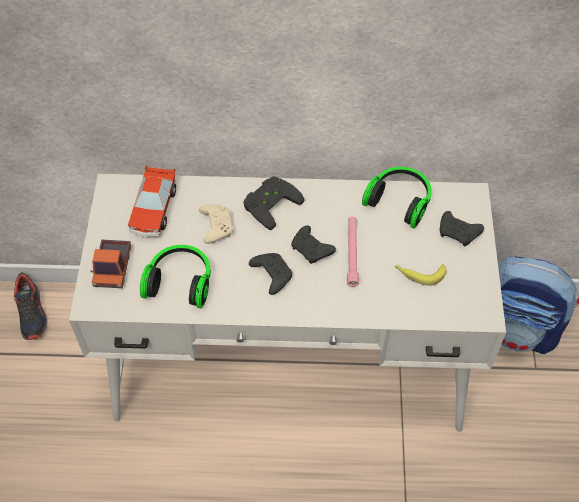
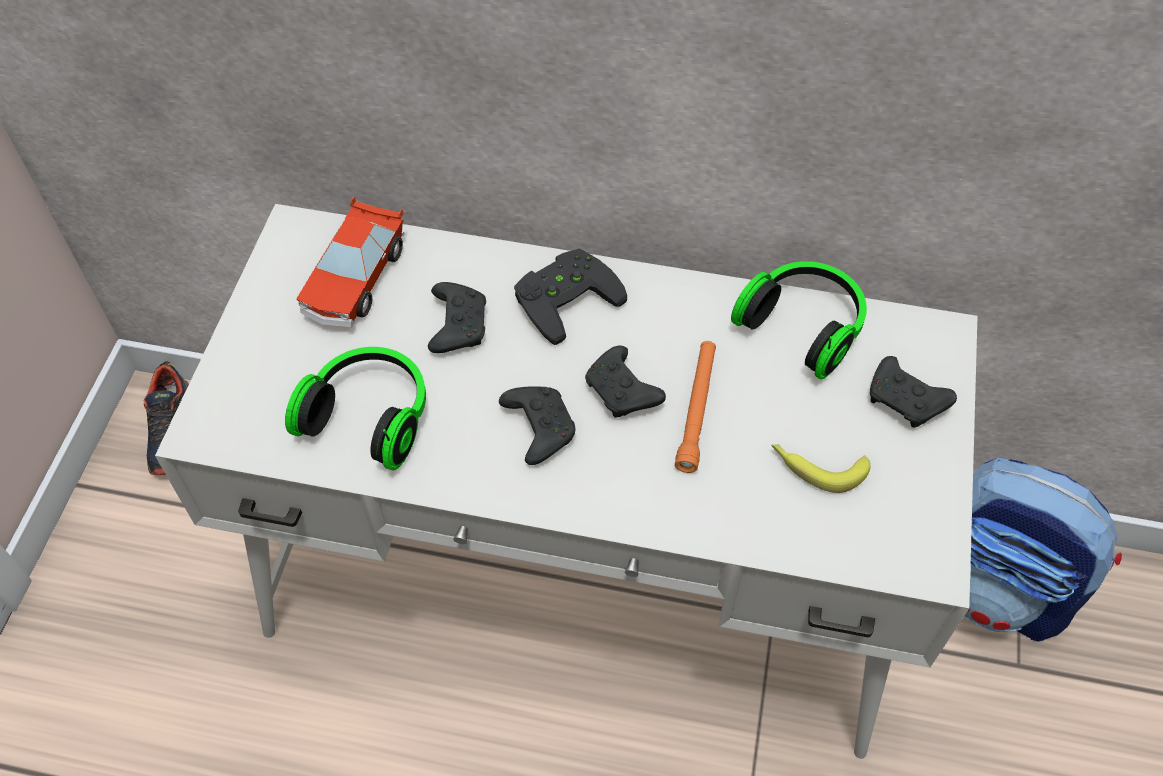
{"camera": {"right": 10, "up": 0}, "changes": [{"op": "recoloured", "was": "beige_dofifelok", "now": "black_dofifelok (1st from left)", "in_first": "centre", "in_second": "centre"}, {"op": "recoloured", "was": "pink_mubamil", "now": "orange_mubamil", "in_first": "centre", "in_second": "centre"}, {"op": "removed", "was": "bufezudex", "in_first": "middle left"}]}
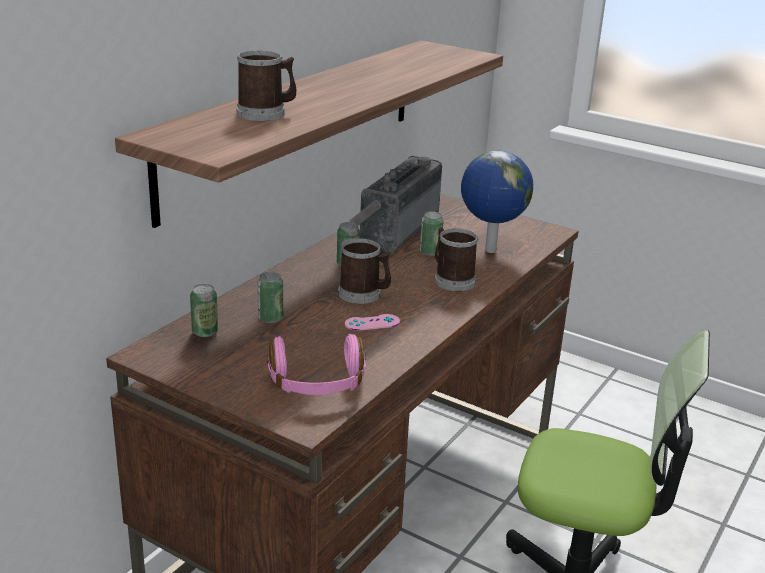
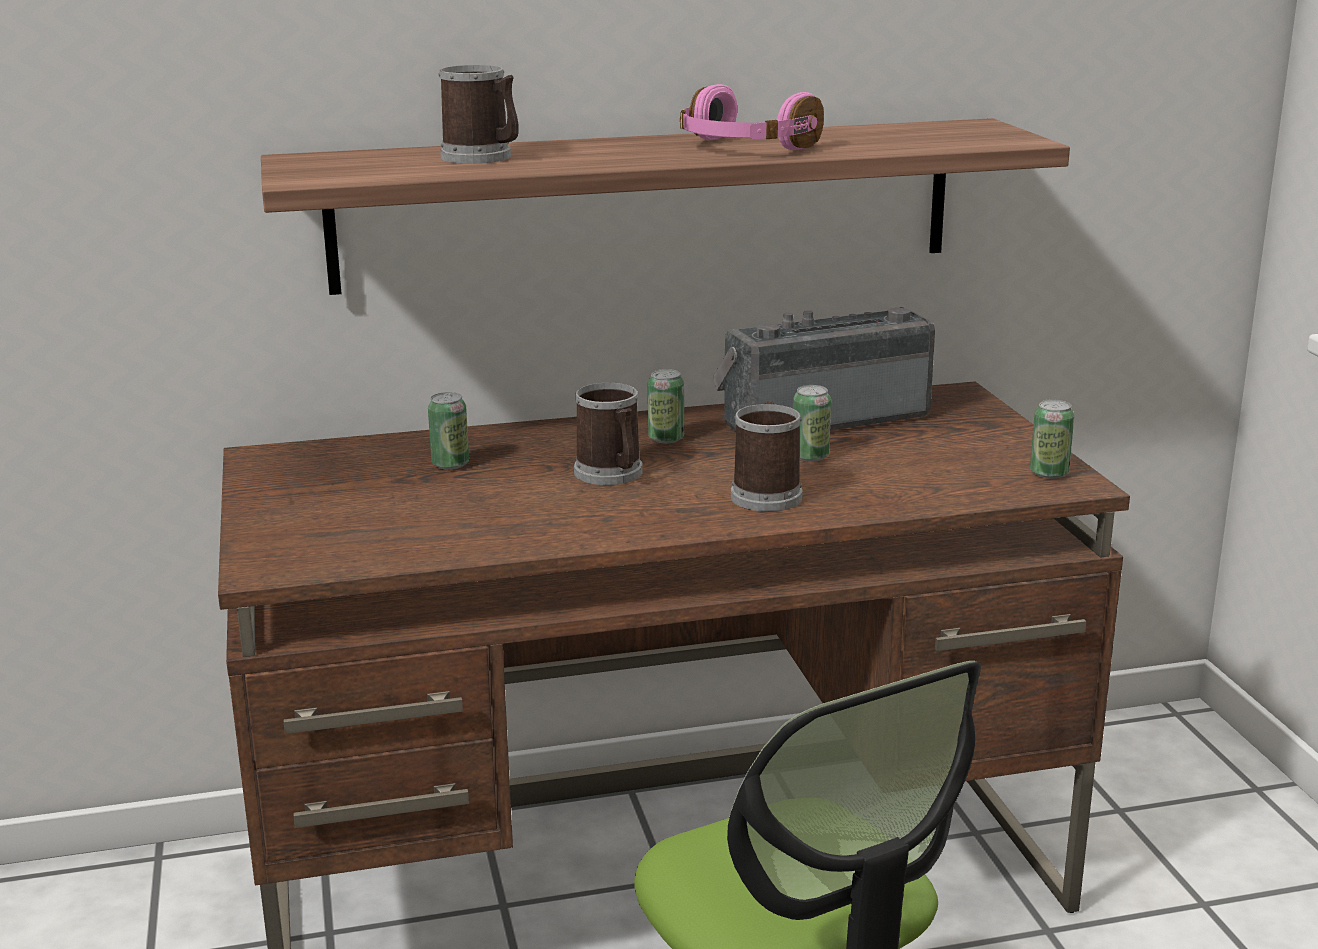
{"camera": {"right": 45, "up": -5}, "changes": [{"op": "removed", "was": "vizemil", "in_first": "centre"}, {"op": "moved", "was": "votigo (1st from left in the first image)", "now": "votigo (4th from left)", "in_first": "middle left", "in_second": "middle right"}, {"op": "removed", "was": "pink_dofifelok", "in_first": "centre"}, {"op": "moved", "was": "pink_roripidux", "in_first": "centre", "in_second": "top centre"}]}
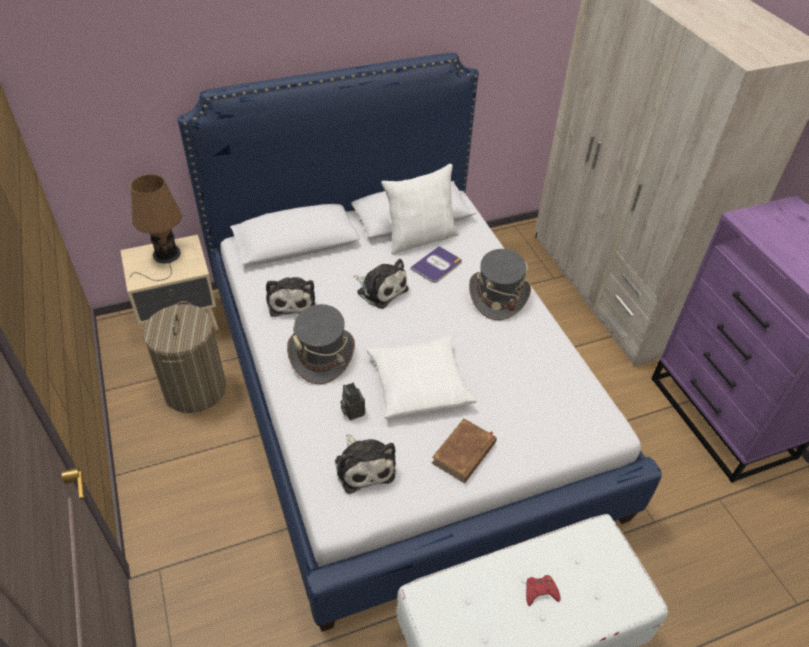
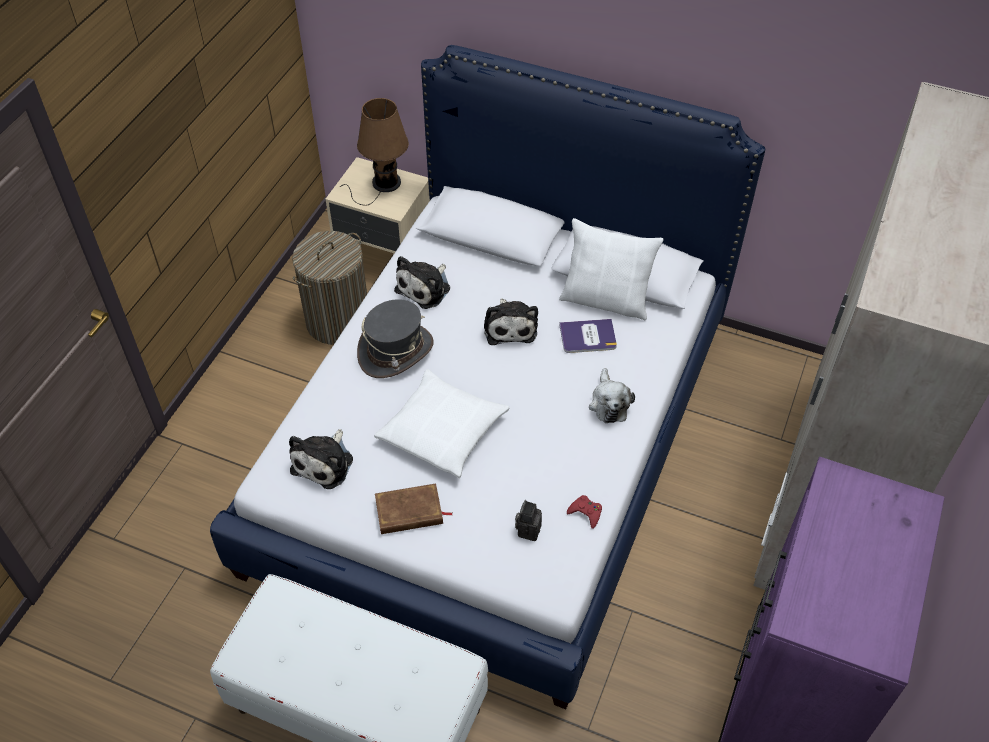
{"camera": {"right": 45, "up": 5}, "changes": [{"op": "replaced", "was": "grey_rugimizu (2nd from left)", "now": "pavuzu (4th from left)", "in_first": "centre", "in_second": "centre"}, {"op": "moved", "was": "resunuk", "in_first": "centre", "in_second": "bottom centre"}, {"op": "moved", "was": "red_dofifelok", "in_first": "bottom right", "in_second": "bottom centre"}]}
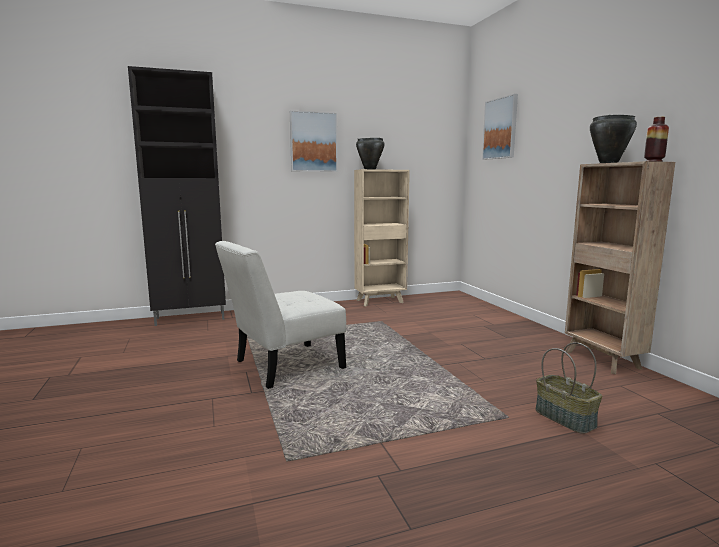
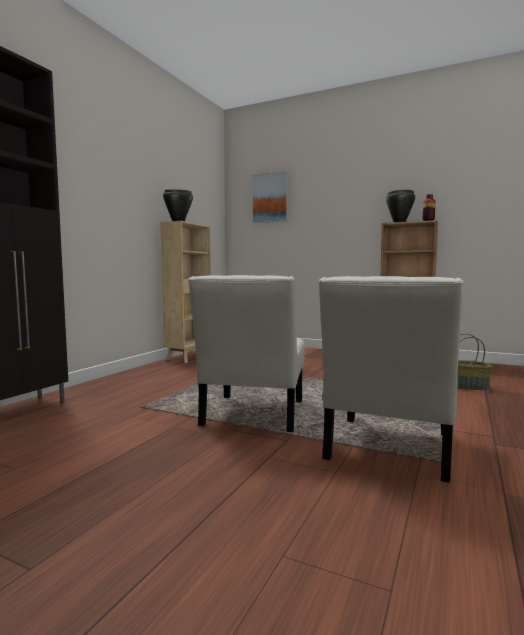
{"camera": {"right": -45, "up": -5}, "changes": [{"op": "removed", "was": "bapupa (1st from left)", "in_first": "top centre"}, {"op": "added", "now": "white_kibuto (2nd from left)", "in_second": "middle right"}]}
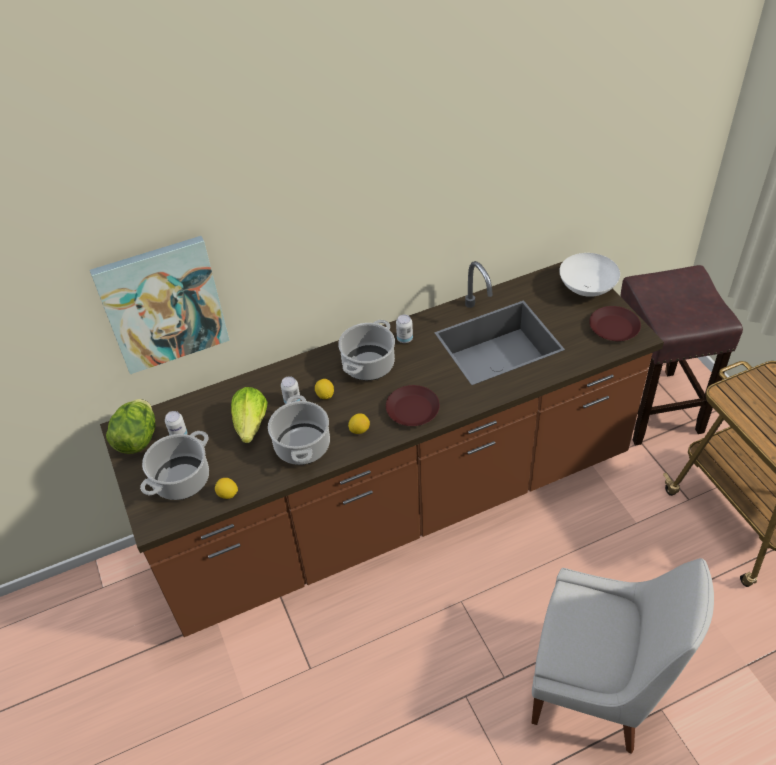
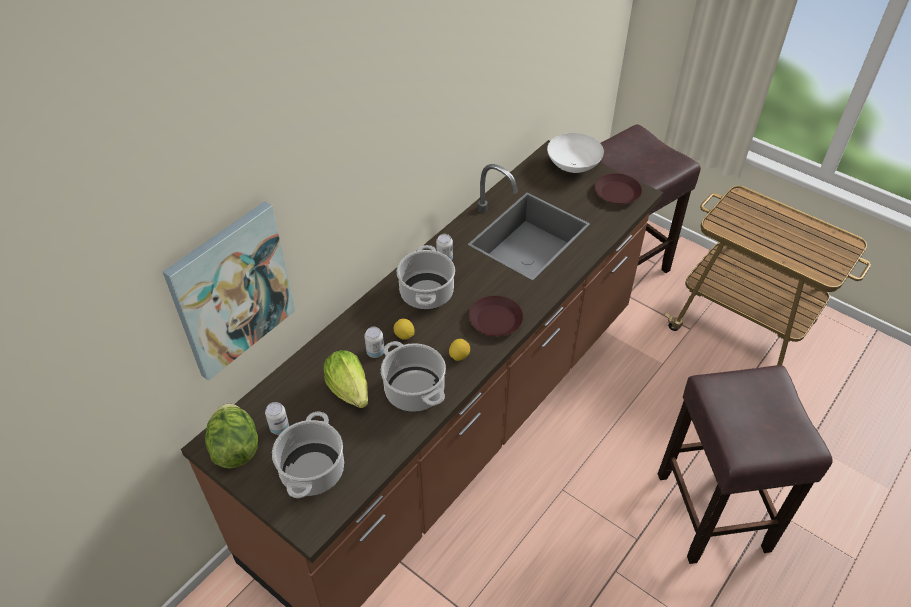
{"camera": {"right": -30, "up": 0}, "changes": [{"op": "removed", "was": "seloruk (1st from left)", "in_first": "middle left"}, {"op": "replaced", "was": "white_kibuto", "now": "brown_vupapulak (2nd from left)", "in_first": "bottom right", "in_second": "bottom right"}]}
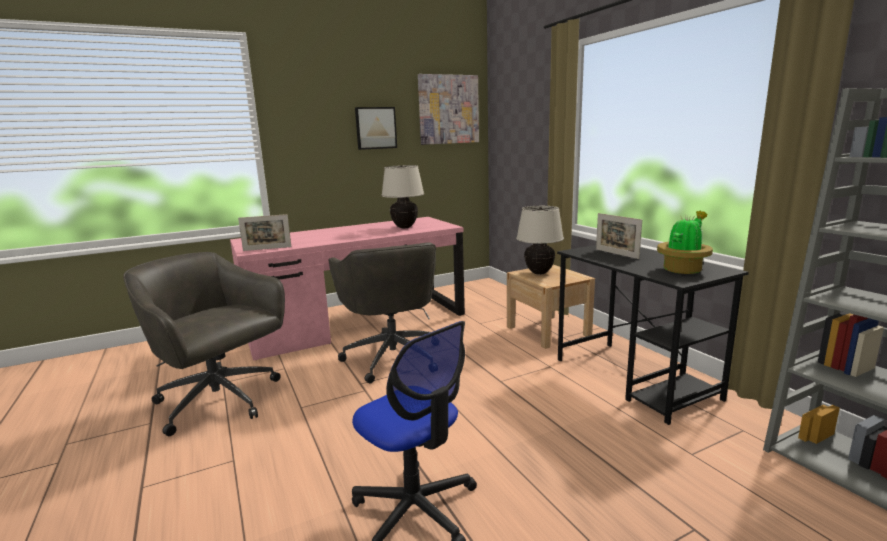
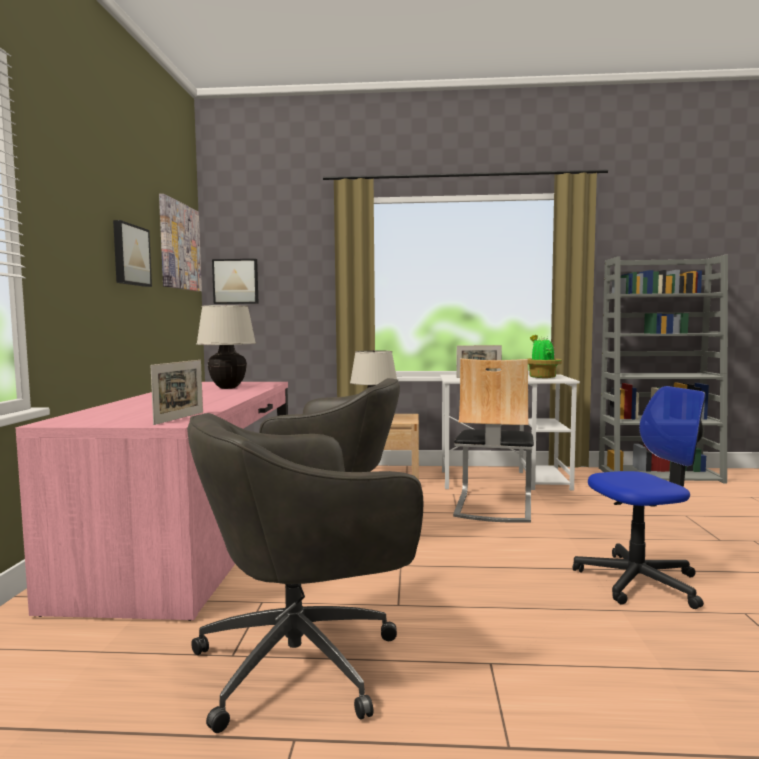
{"camera": {"right": -60, "up": -10}, "changes": [{"op": "recoloured", "was": "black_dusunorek", "now": "white_dusunorek", "in_first": "middle right", "in_second": "middle right"}, {"op": "added", "now": "bapupa (3rd from left)", "in_second": "middle left"}, {"op": "added", "now": "kibuto", "in_second": "centre"}]}
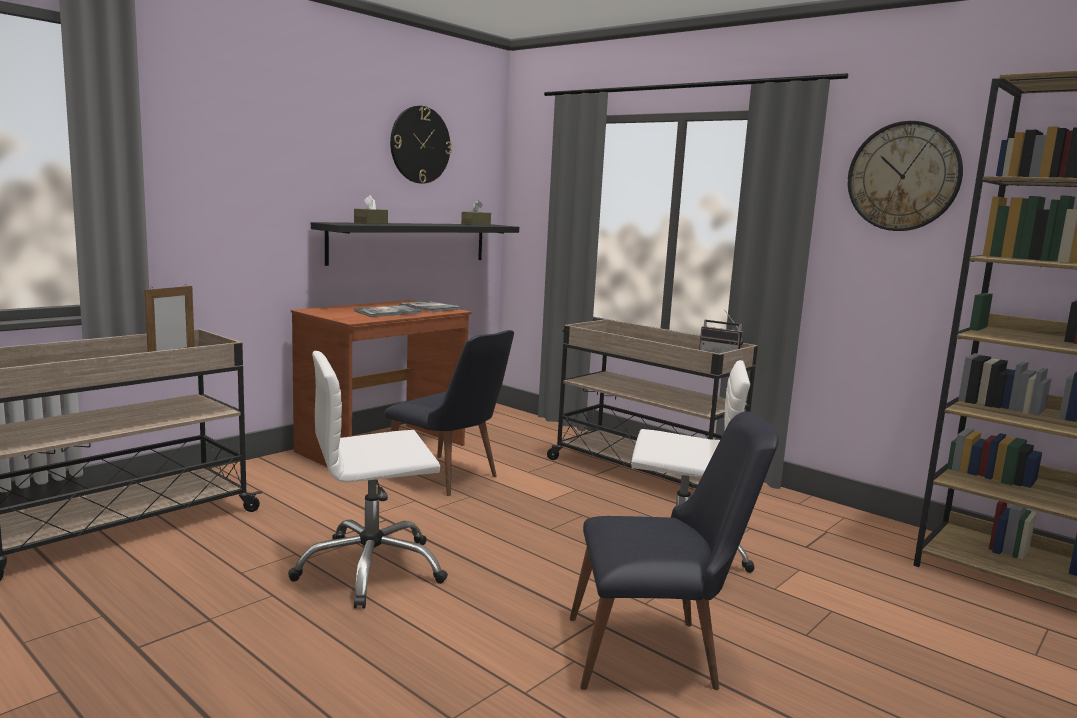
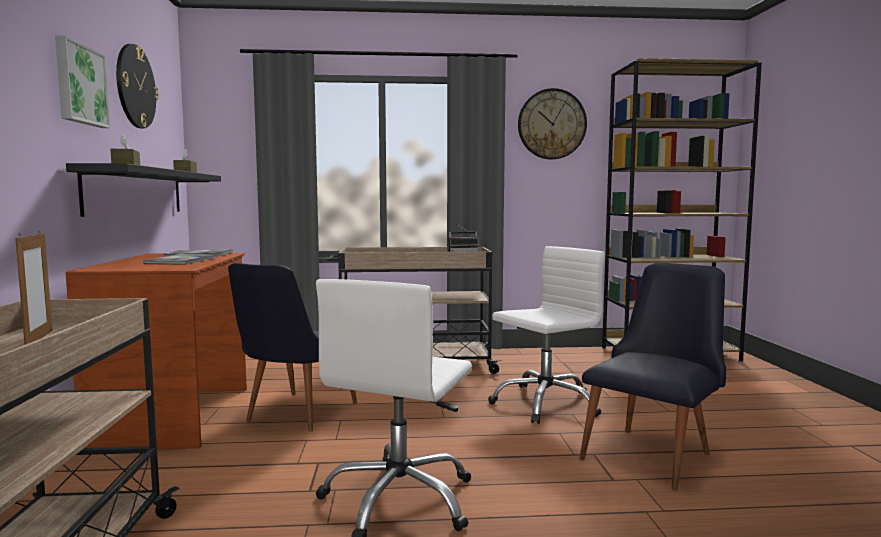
{"camera": {"right": -45, "up": -5}, "changes": [{"op": "turned", "was": "black_kibuto (1st from left)", "in_first": "centre", "in_second": "middle left", "clockwise": 120}, {"op": "added", "now": "bapupa", "in_second": "top left"}]}
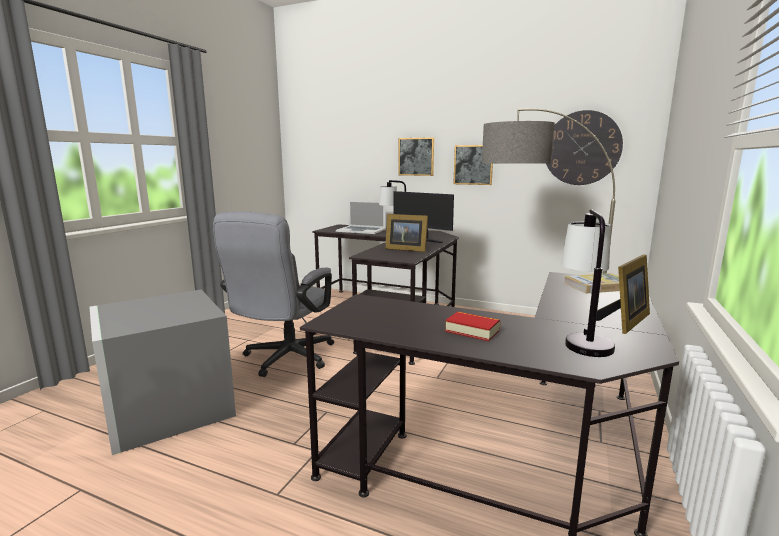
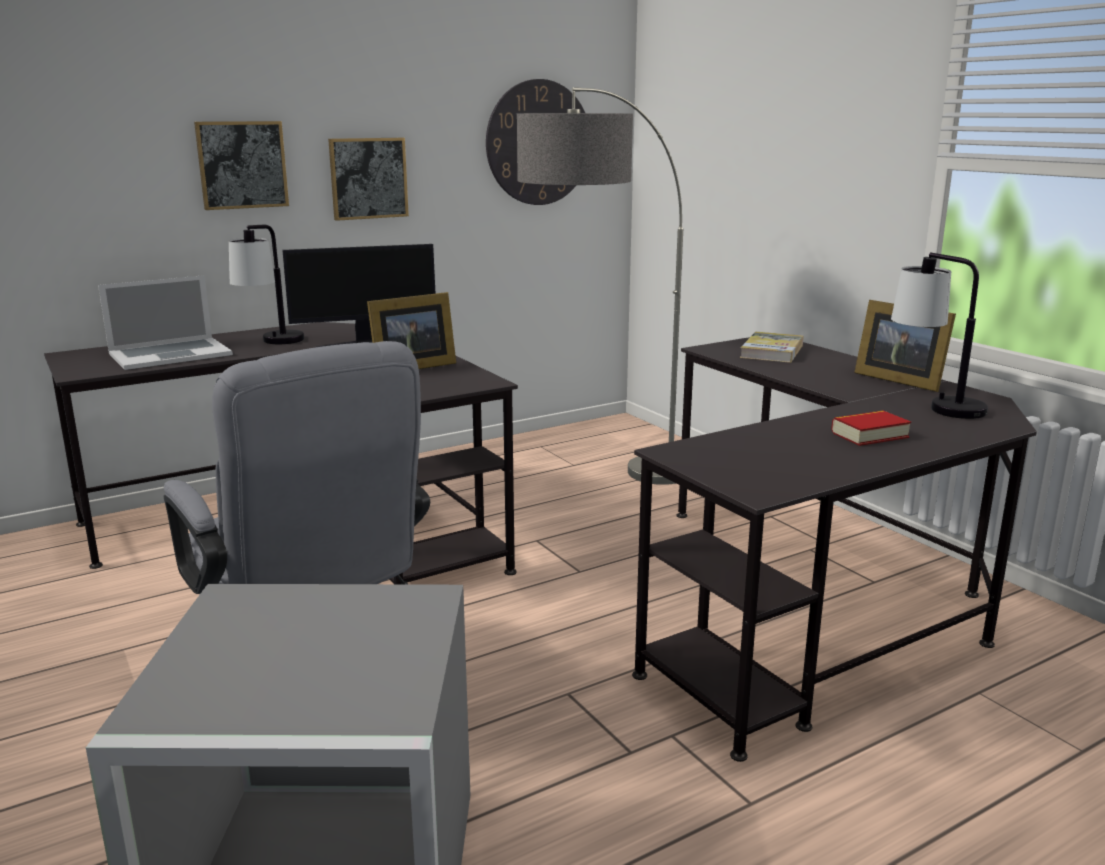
{"camera": {"right": -55, "up": 5}, "changes": [{"op": "turned", "was": "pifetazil (2nd from left)", "in_first": "middle right", "in_second": "middle right", "clockwise": 150}]}
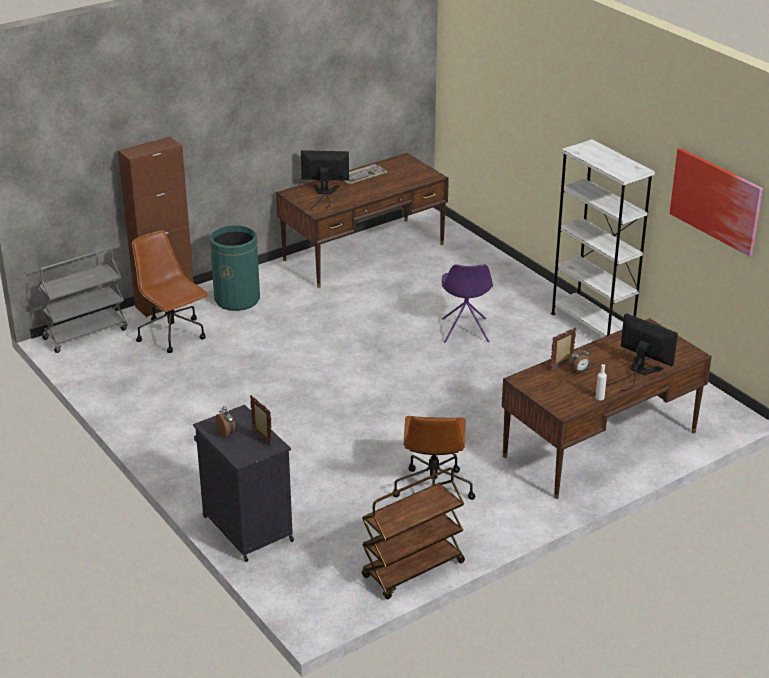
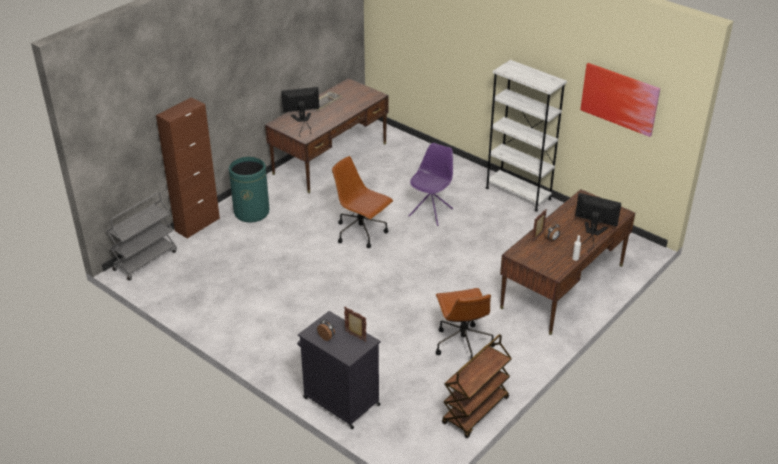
{"camera": {"right": -15, "up": 5}, "changes": [{"op": "moved", "was": "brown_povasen (1st from left)", "in_first": "middle left", "in_second": "centre"}, {"op": "turned", "was": "purple_kibuto", "in_first": "centre", "in_second": "centre", "clockwise": -135}]}
